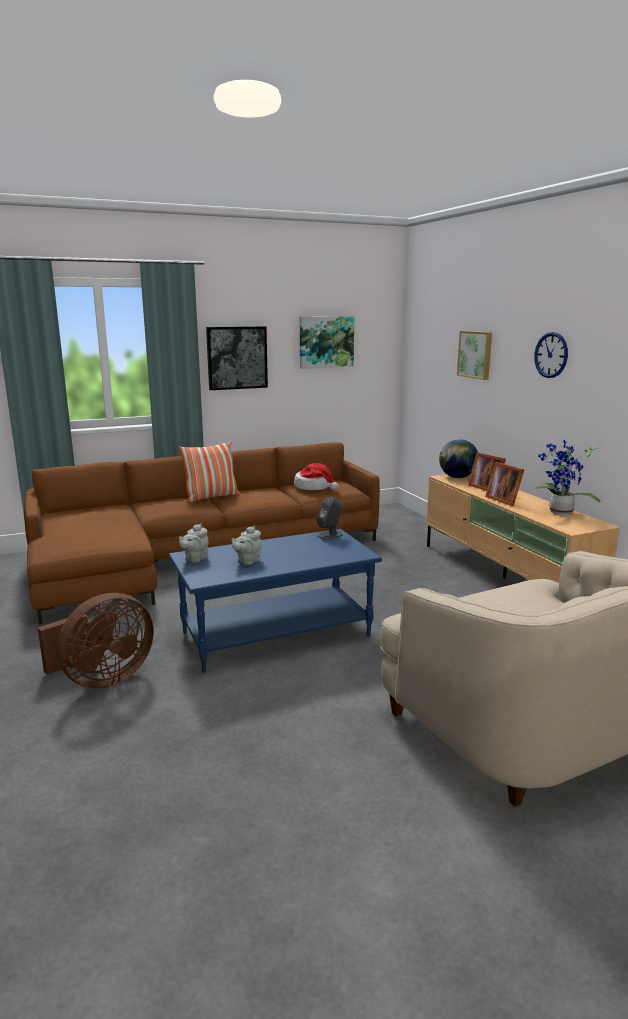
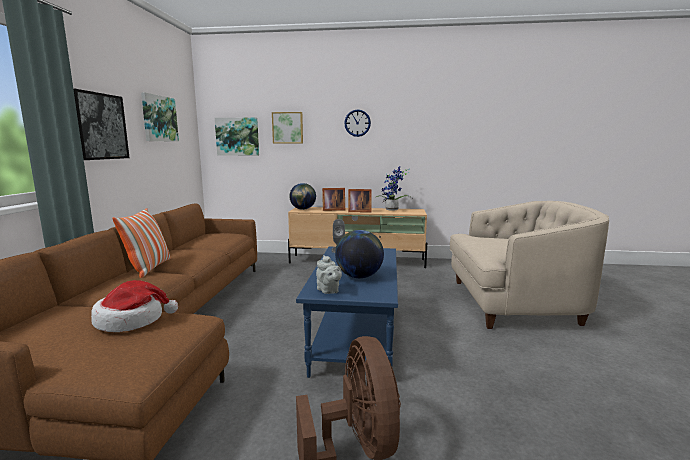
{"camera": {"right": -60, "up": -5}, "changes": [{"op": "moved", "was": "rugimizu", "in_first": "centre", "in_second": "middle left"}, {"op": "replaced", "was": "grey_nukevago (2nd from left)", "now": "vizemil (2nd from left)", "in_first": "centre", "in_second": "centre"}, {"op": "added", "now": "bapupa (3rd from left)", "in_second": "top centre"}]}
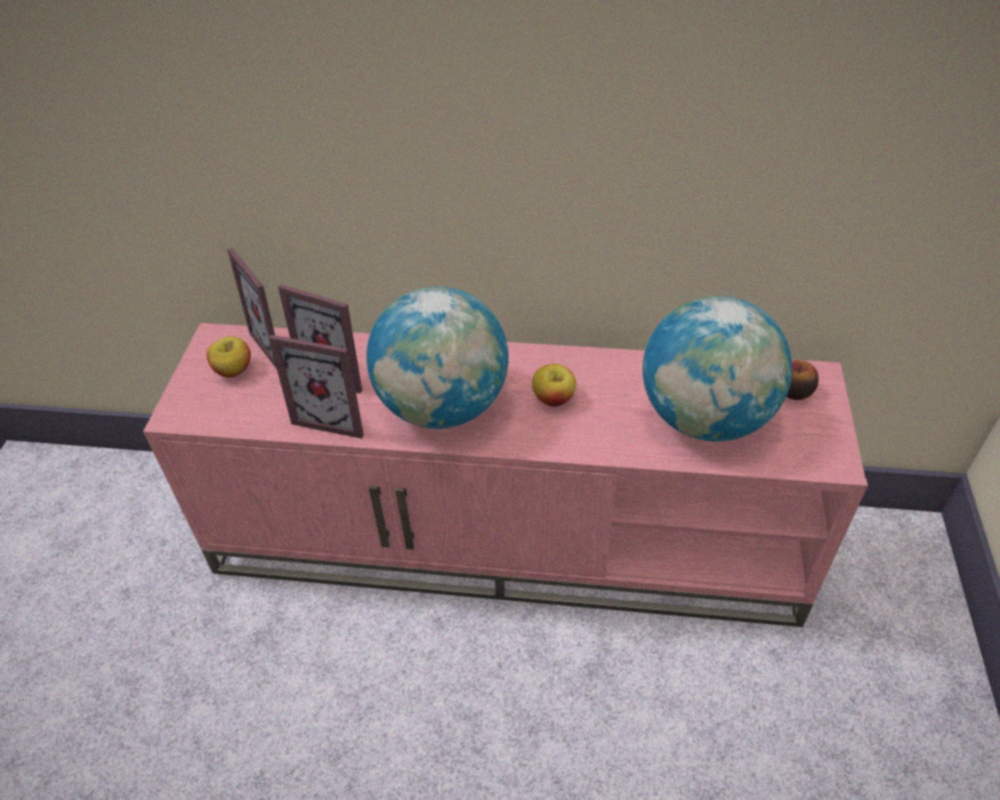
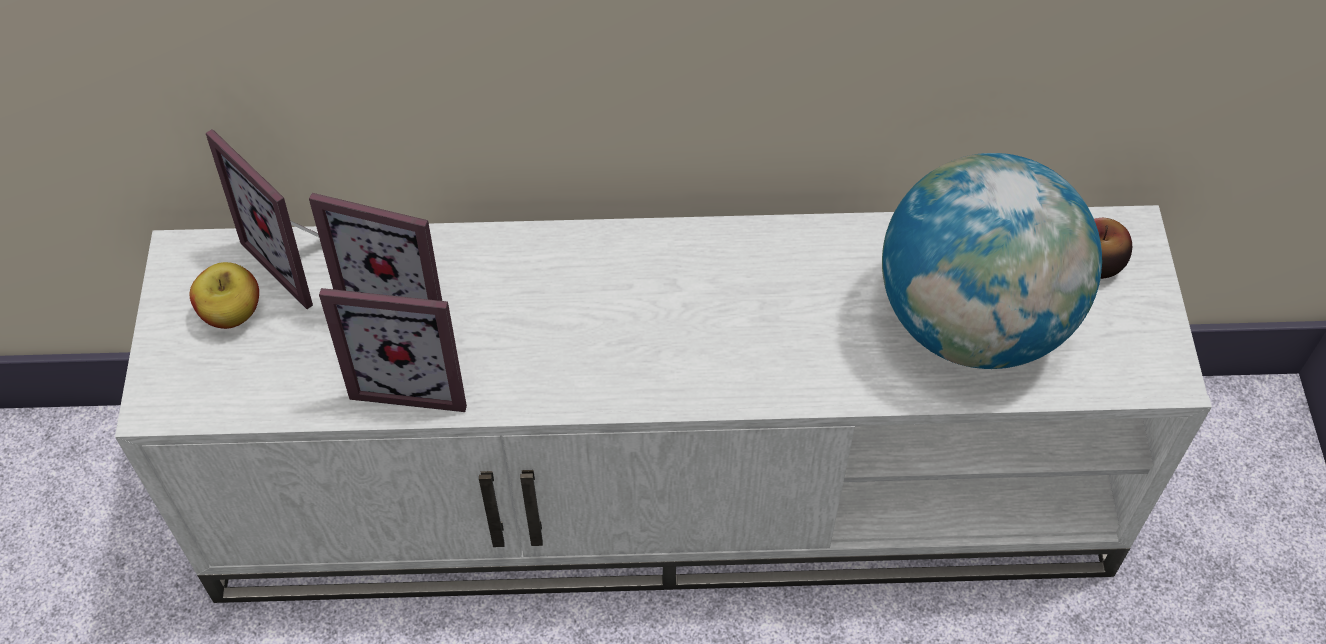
{"camera": {"right": -10, "up": 10}, "changes": [{"op": "removed", "was": "vizemil (1st from left)", "in_first": "centre"}, {"op": "recoloured", "was": "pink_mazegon", "now": "white_mazegon", "in_first": "centre", "in_second": "centre"}, {"op": "removed", "was": "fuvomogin (2nd from left)", "in_first": "centre"}]}
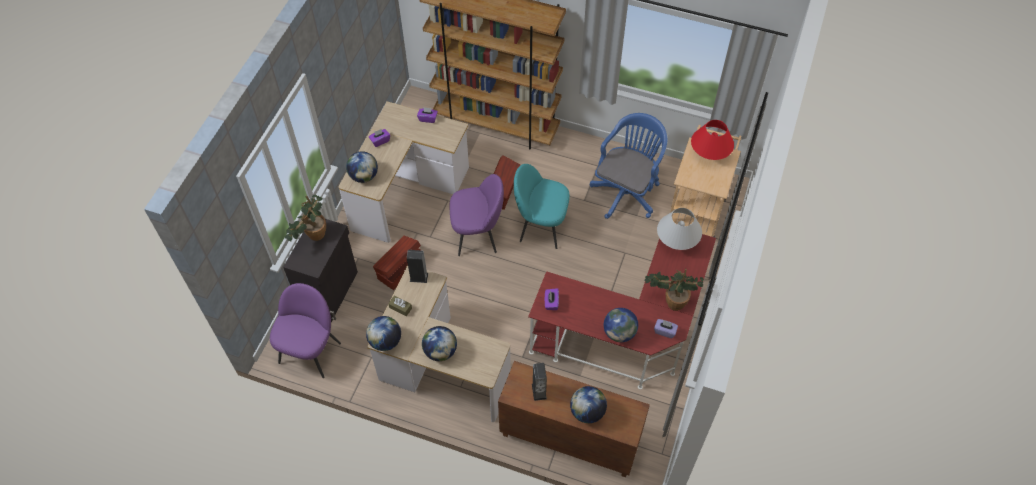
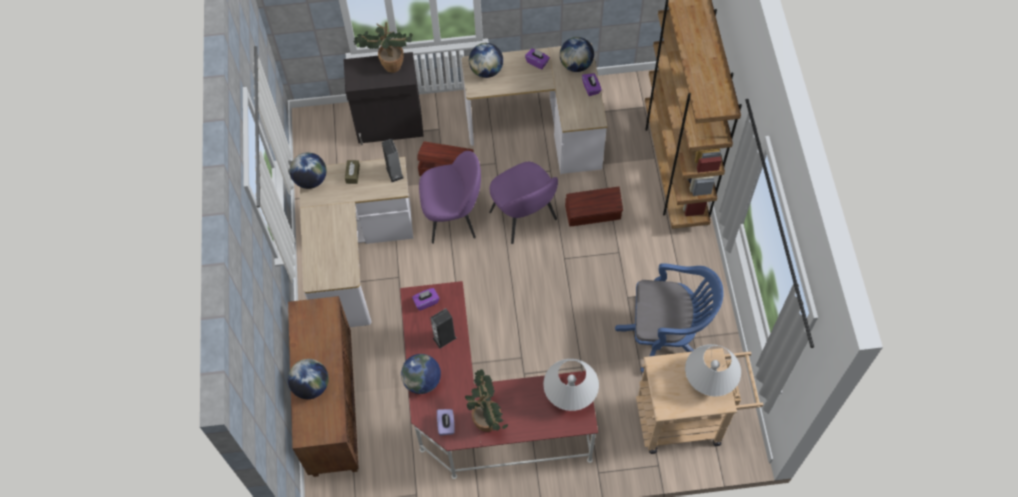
{"camera": {"right": 65, "up": 5}, "changes": [{"op": "recoloured", "was": "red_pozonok", "now": "white_pozonok (2nd from left)", "in_first": "top right", "in_second": "bottom right"}, {"op": "removed", "was": "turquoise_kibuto", "in_first": "centre"}, {"op": "moved", "was": "purple_kibuto (1st from left)", "in_first": "bottom left", "in_second": "centre"}, {"op": "moved", "was": "vizemil (3rd from left in the first image)", "now": "vizemil (5th from left)", "in_first": "bottom centre", "in_second": "top centre"}, {"op": "moved", "was": "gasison (2nd from left)", "in_first": "bottom centre", "in_second": "centre"}]}
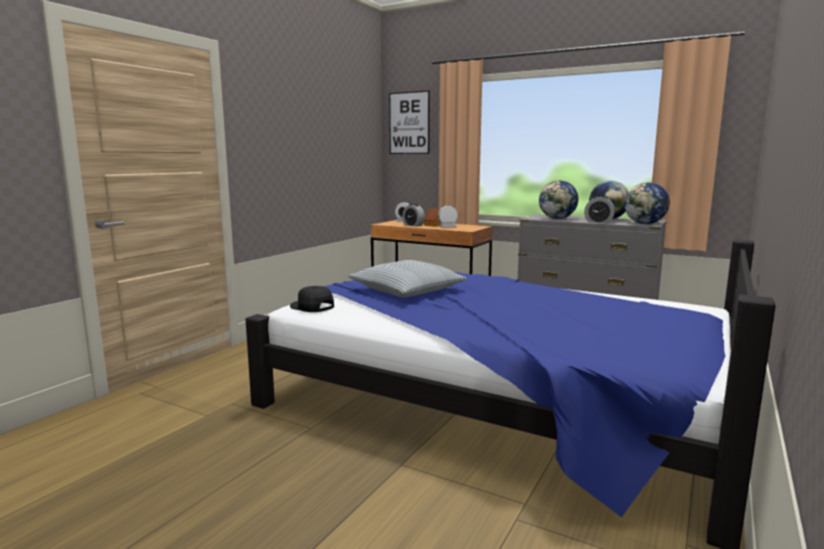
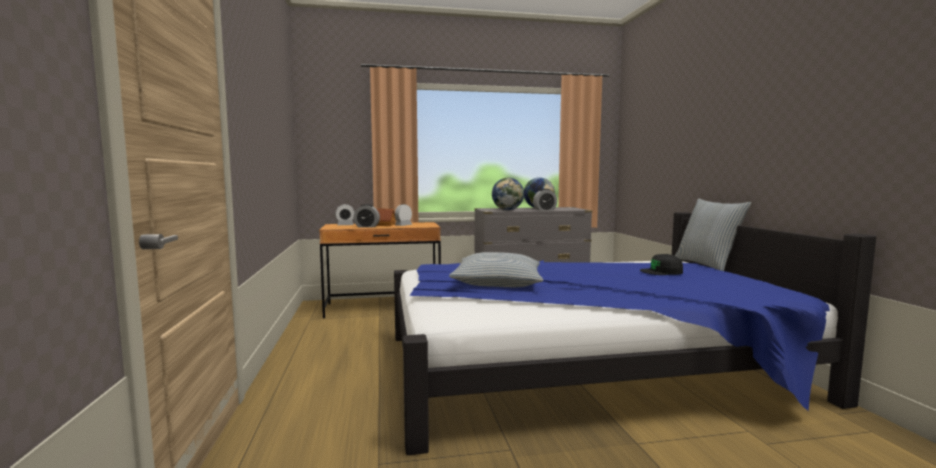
{"camera": {"right": -40, "up": -5}, "changes": [{"op": "removed", "was": "bapupa", "in_first": "top centre"}, {"op": "removed", "was": "vizemil (3rd from left)", "in_first": "middle right"}, {"op": "moved", "was": "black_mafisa", "in_first": "centre", "in_second": "middle right"}, {"op": "added", "now": "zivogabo (2nd from left)", "in_second": "middle right"}]}
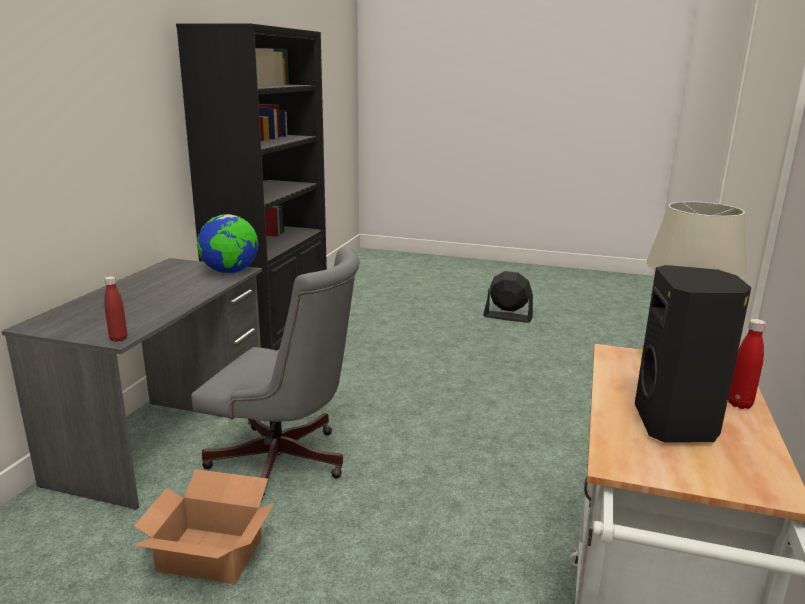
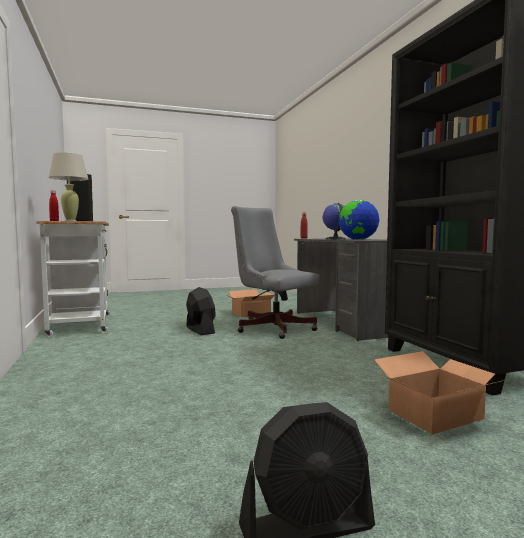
{"camera": {"right": 145, "up": -15}, "changes": [{"op": "turned", "was": "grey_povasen", "in_first": "centre", "in_second": "centre", "clockwise": 60}, {"op": "added", "now": "vizemil (1st from left)", "in_second": "centre"}, {"op": "added", "now": "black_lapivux (1st from left)", "in_second": "centre"}, {"op": "added", "now": "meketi (2nd from left)", "in_second": "bottom right"}]}
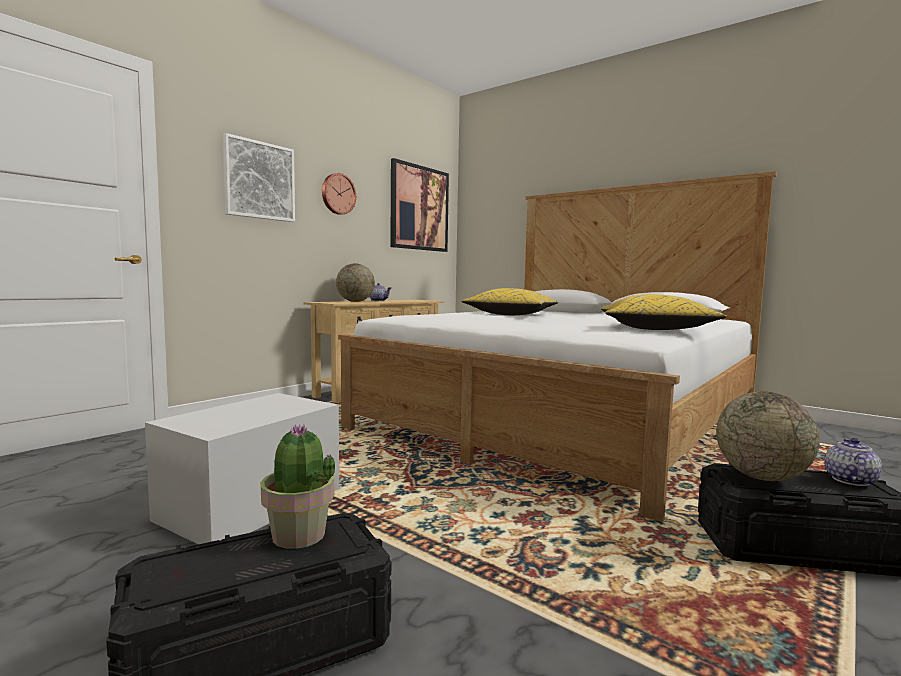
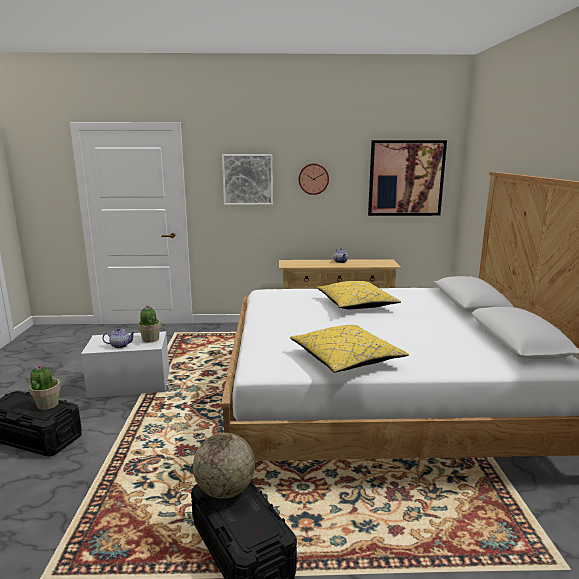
{"camera": {"right": 50, "up": 10}, "changes": [{"op": "removed", "was": "vizemil (1st from left)", "in_first": "centre"}, {"op": "moved", "was": "nukevago (2nd from left in the first image)", "now": "nukevago (1st from left)", "in_first": "bottom right", "in_second": "middle left"}, {"op": "added", "now": "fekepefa (2nd from left)", "in_second": "middle left"}]}
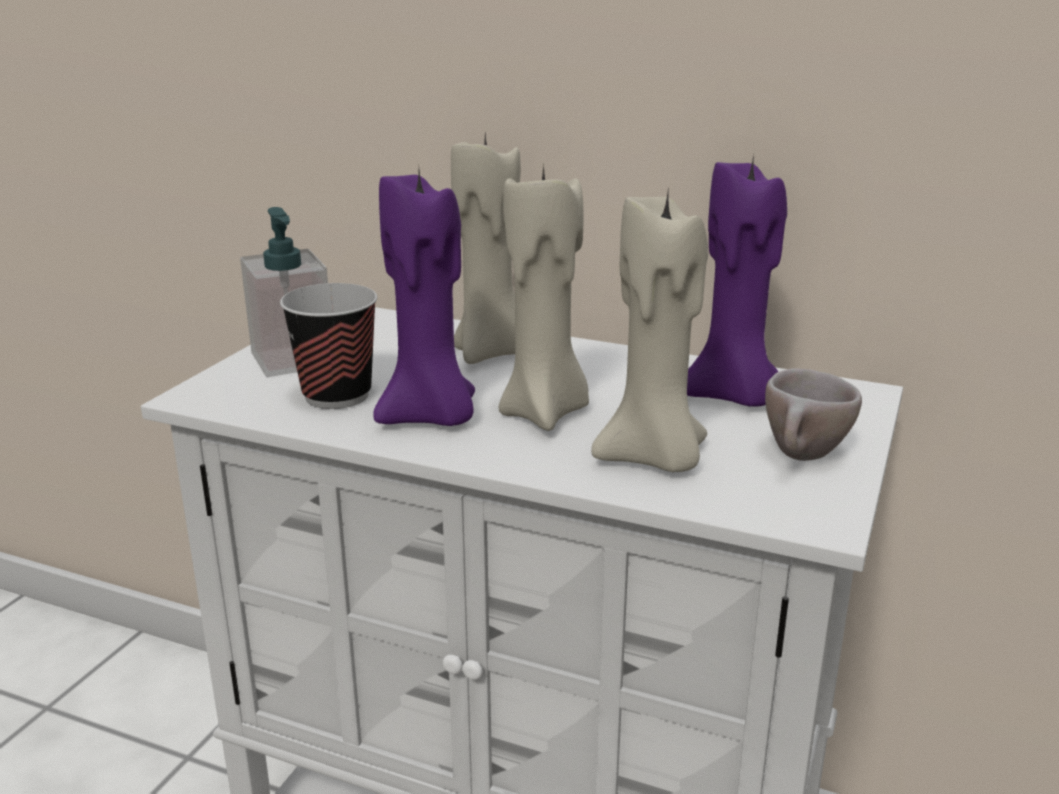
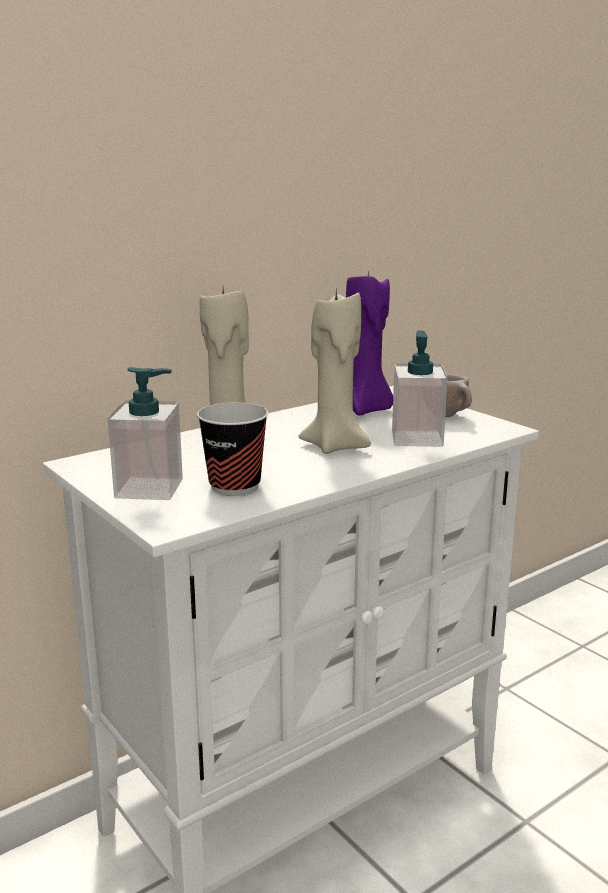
{"camera": {"right": -60, "up": -5}, "changes": [{"op": "removed", "was": "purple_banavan (1st from left)", "in_first": "centre"}, {"op": "replaced", "was": "beige_banavan (3rd from left)", "now": "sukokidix (2nd from left)", "in_first": "centre", "in_second": "middle right"}]}
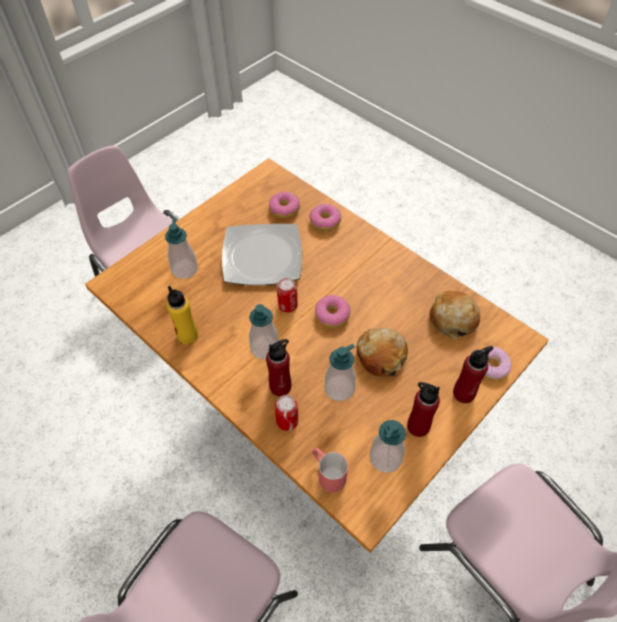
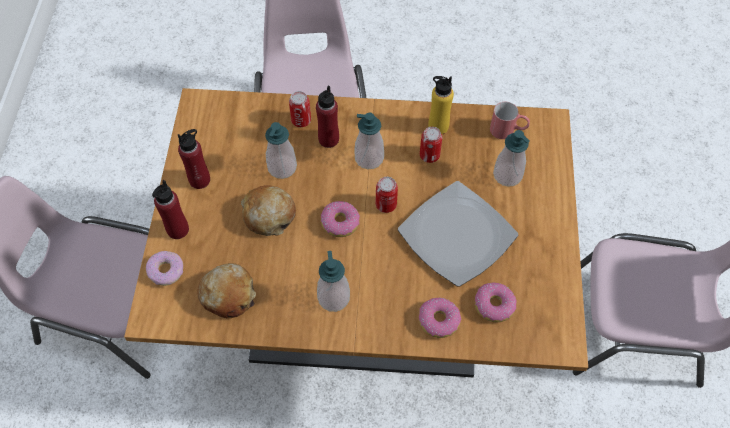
{"camera": {"right": 140, "up": 5}, "changes": [{"op": "moved", "was": "sukokidix (4th from left in the first image)", "now": "sukokidix (2nd from left)", "in_first": "bottom centre", "in_second": "centre"}, {"op": "moved", "was": "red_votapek", "in_first": "bottom centre", "in_second": "top right"}, {"op": "added", "now": "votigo (3rd from left)", "in_second": "centre"}]}
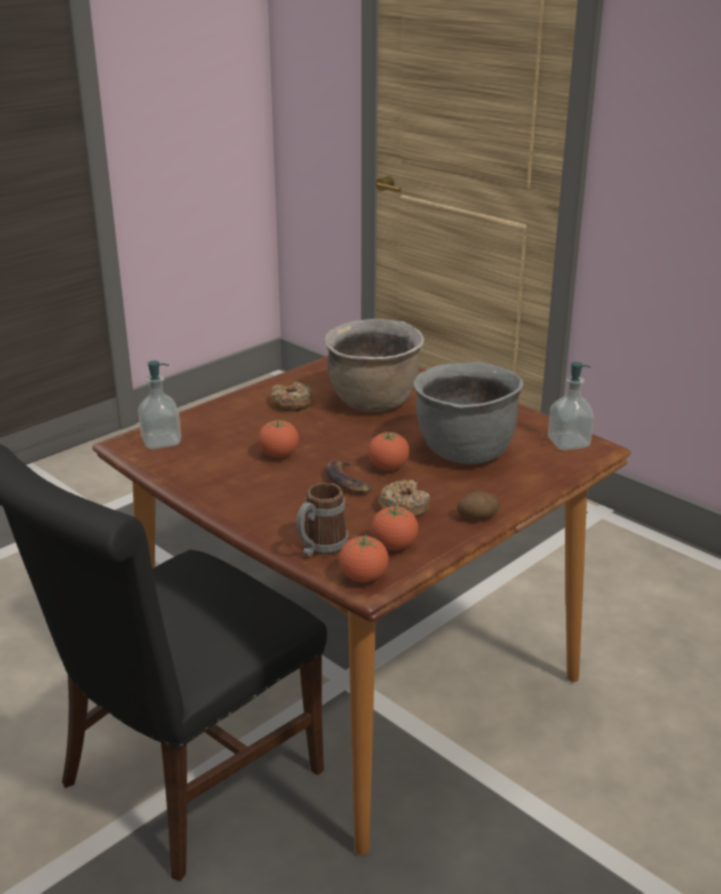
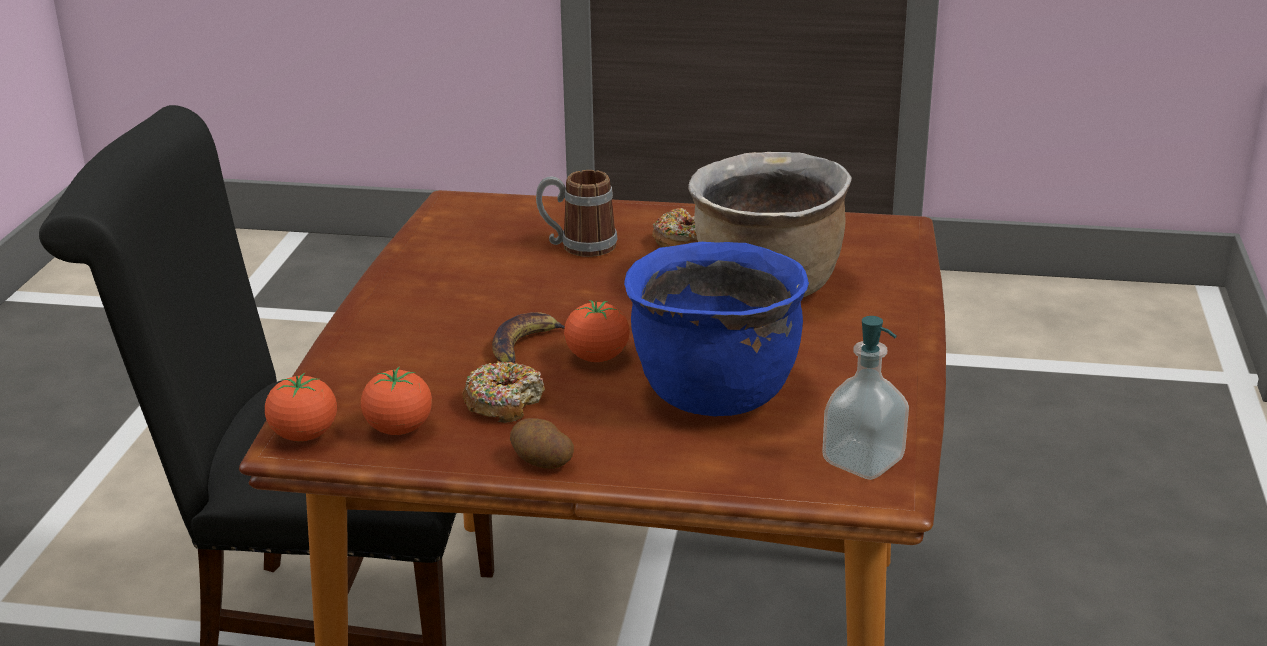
{"camera": {"right": 55, "up": 0}, "changes": [{"op": "removed", "was": "sukokidix (1st from left)", "in_first": "middle left"}, {"op": "recoloured", "was": "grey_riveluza", "now": "blue_riveluza", "in_first": "centre", "in_second": "centre"}, {"op": "removed", "was": "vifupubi (1st from left)", "in_first": "centre"}, {"op": "moved", "was": "votapek", "in_first": "centre", "in_second": "top centre"}]}
